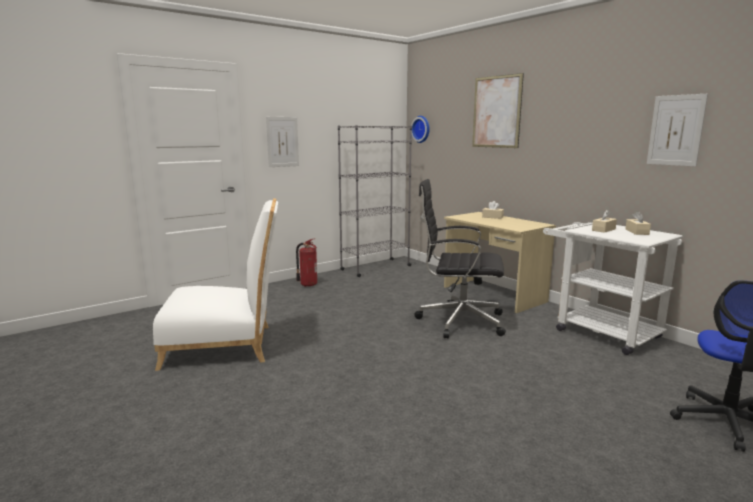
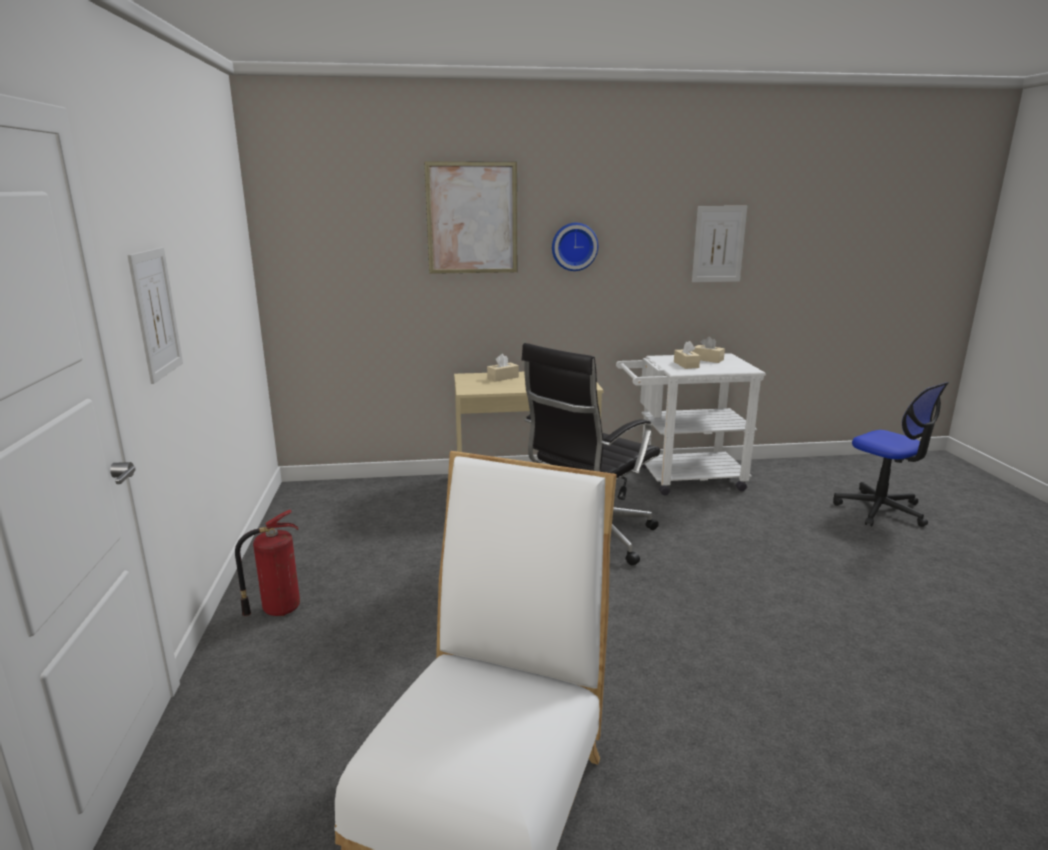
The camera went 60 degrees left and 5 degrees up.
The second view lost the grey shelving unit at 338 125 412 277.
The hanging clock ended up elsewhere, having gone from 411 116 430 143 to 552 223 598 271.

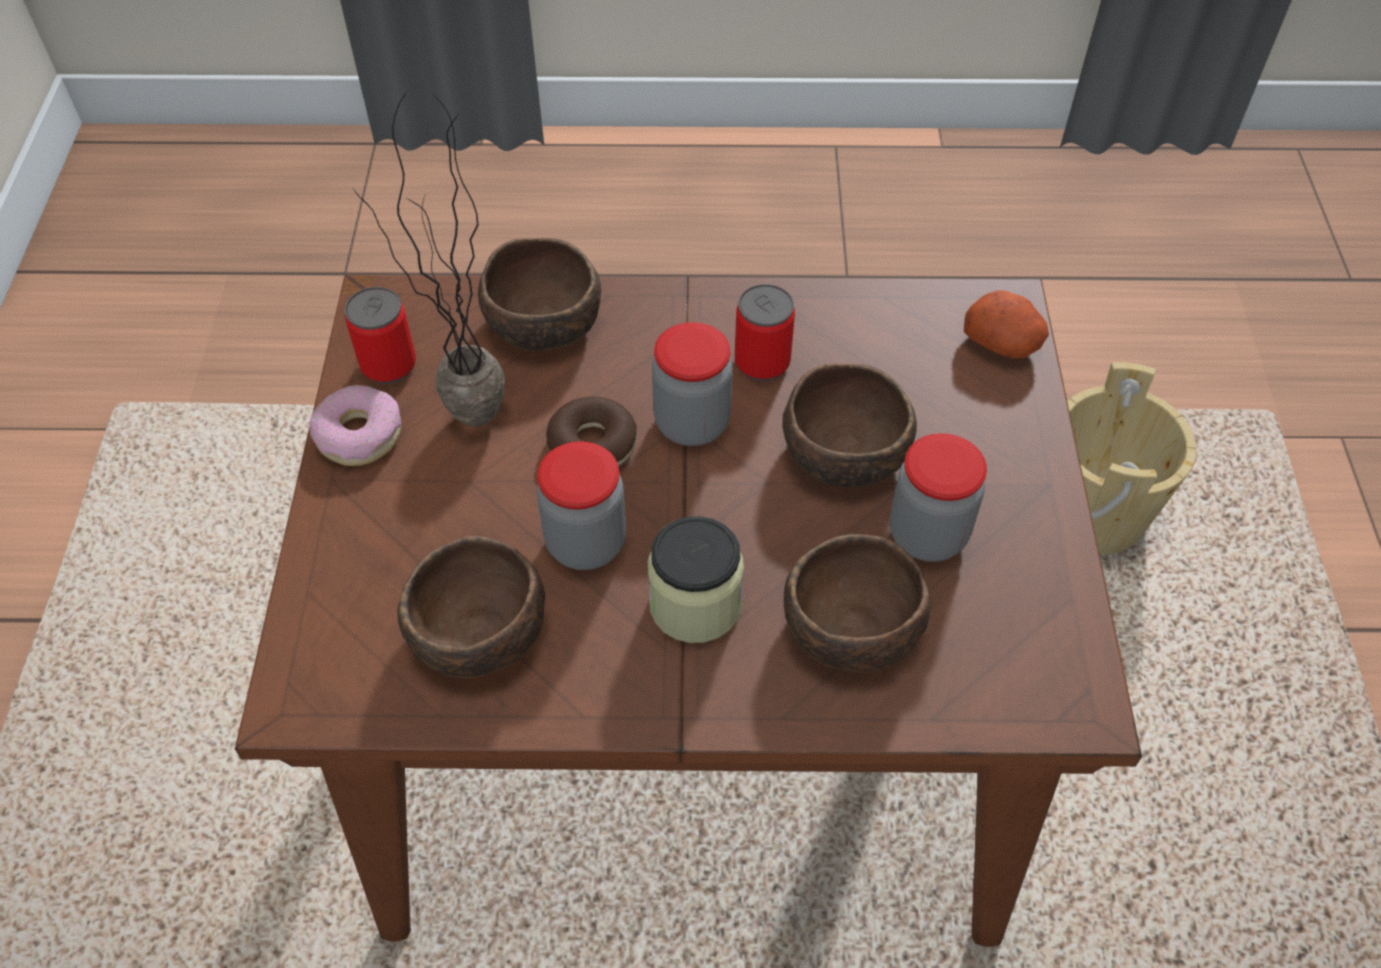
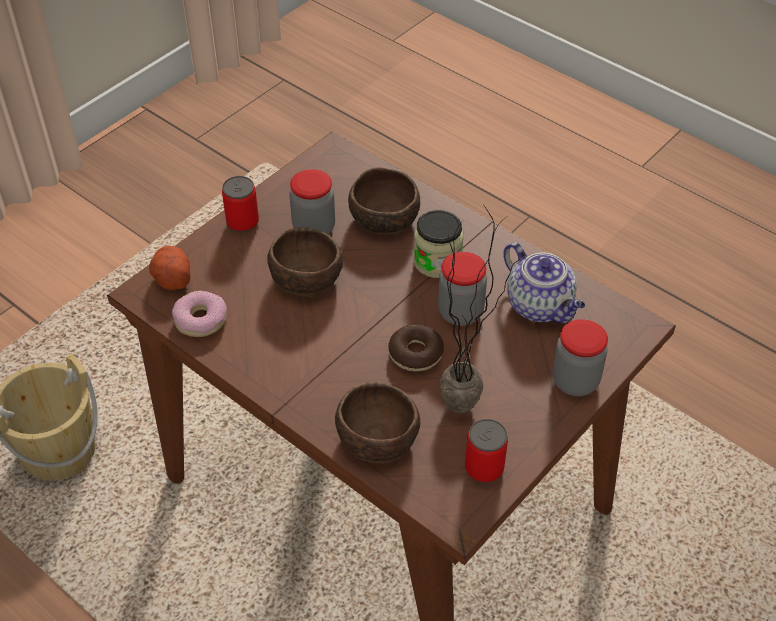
The camera went 140 degrees left and 5 degrees down.
The ring doughnut ended up elsewhere, having gone from 310 385 402 466 to 172 291 227 337.
Where the brown-coloured bowl stood at 397 536 545 678, the teapot came to stand at 503 242 585 323.
The storage jar ended up elsewhere, having gone from 652 322 733 446 to 553 319 608 396.
The sealed can ended up elsewhere, having gone from 735 284 795 381 to 222 176 259 233.

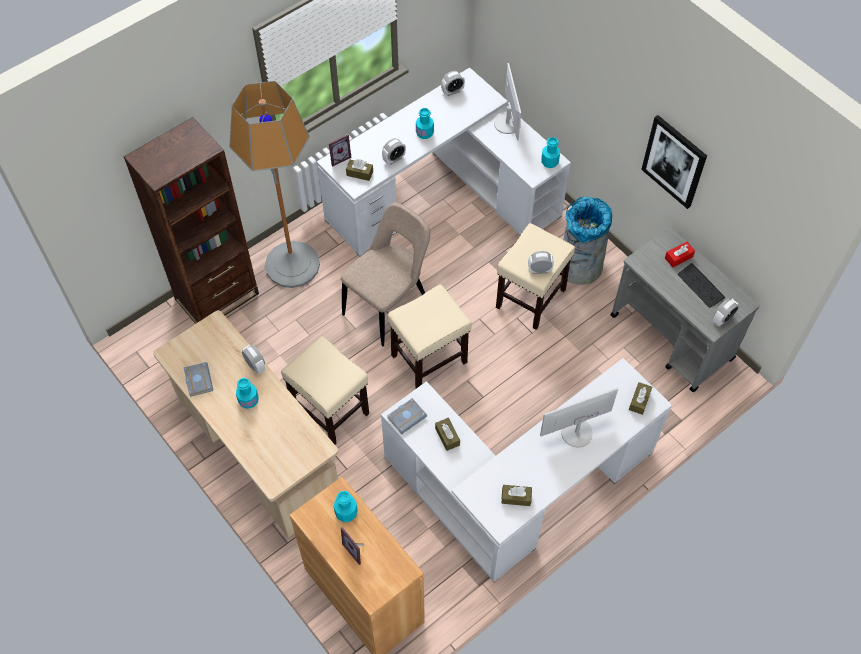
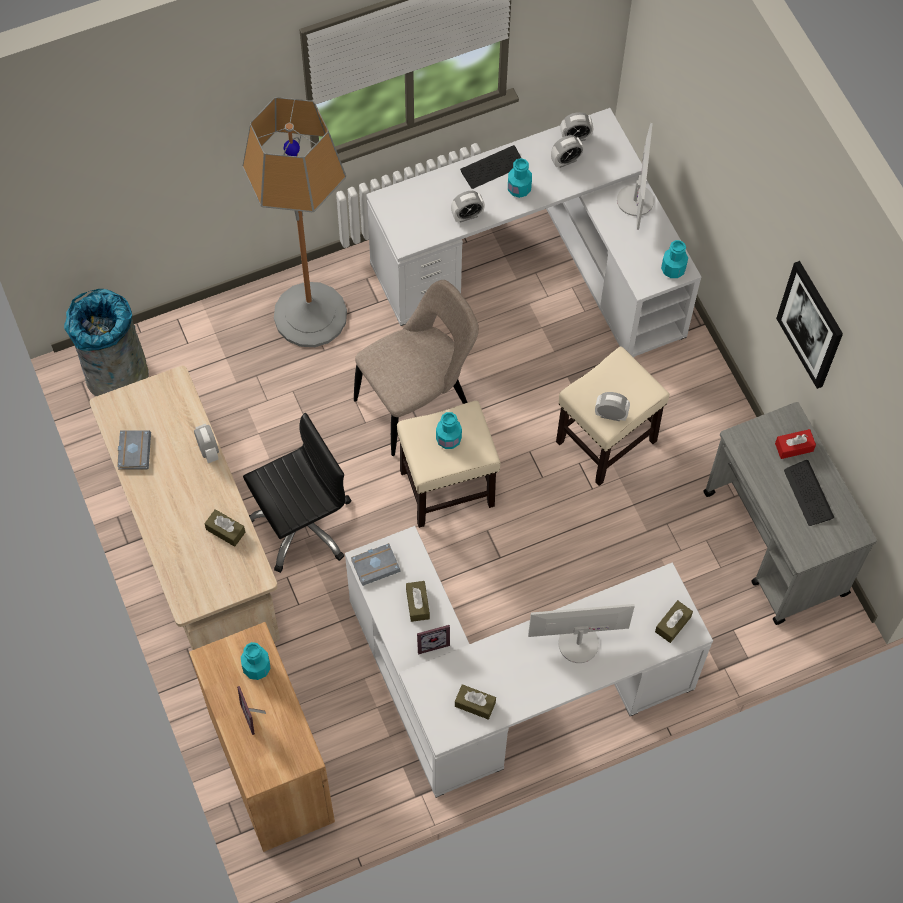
The camera went 15 degrees right and 5 degrees up.
The second view lost the brown-coloured shelving unit at 123 117 259 324.
The turquoise drink bottle ended up elsewhere, having gone from 236 378 259 409 to 436 412 462 449.
Where the sand-coloured sitting stool stood at 281 336 369 445, the black desk chair came to stand at 243 413 352 573.
The picture frame ended up elsewhere, having gone from 329 135 351 167 to 417 625 450 654.
The brown-coloured tissue holder ended up elsewhere, having gone from 346 159 373 181 to 204 509 245 547.
The grey rubbish bin ended up elsewhere, having gone from 563 197 612 285 to 64 289 148 396.
The alarm clock ended up elsewhere, having gone from 713 298 739 326 to 551 135 584 168.
The second view gained the PC keyboard at 460 145 521 189.

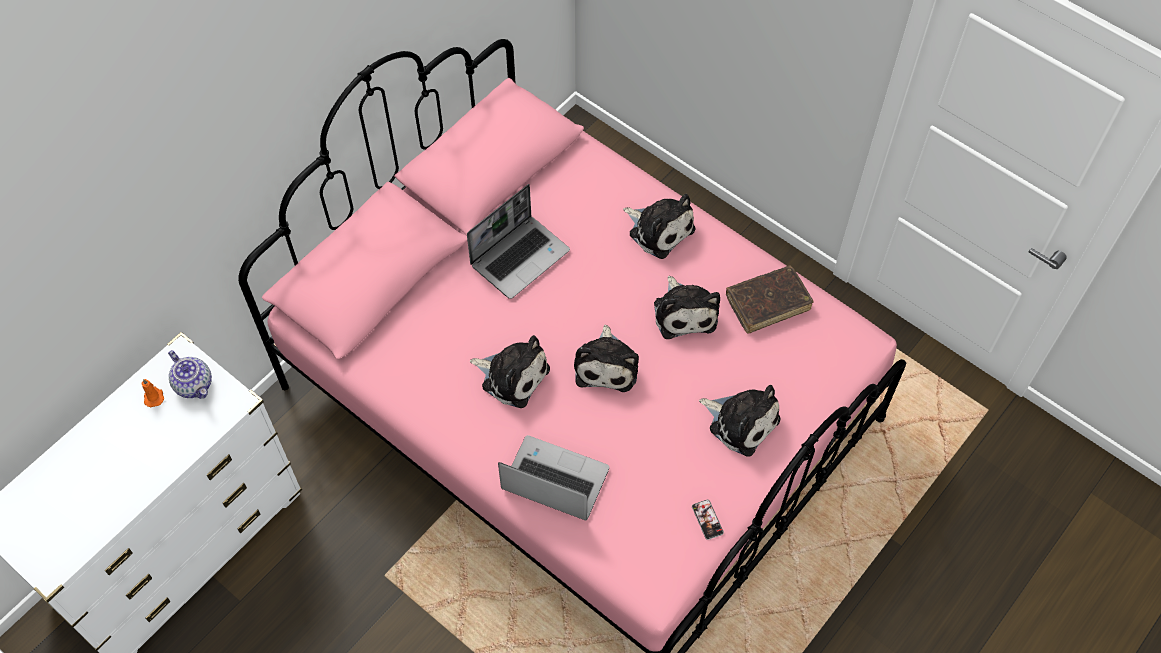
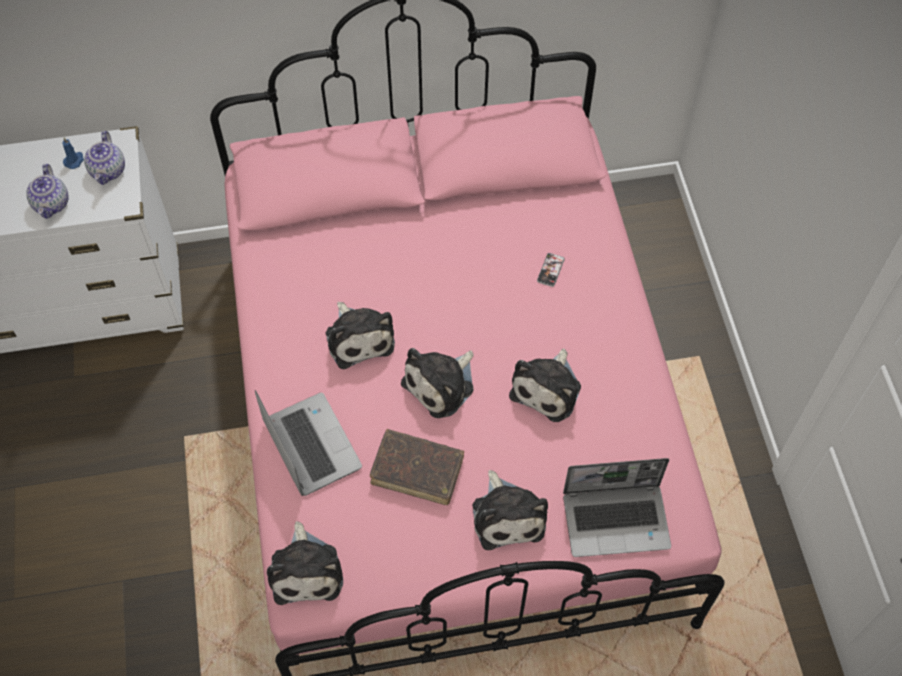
The camera went 40 degrees right and 0 degrees up.
What was the orange-coloured wax candle at 142 379 164 407 turned into the bluish wax candle at 62 138 84 169.
The notebook computer ended up elsewhere, having gone from 467 184 570 299 to 563 458 671 557.
The plush toy ended up elsewhere, having gone from 623 194 695 259 to 267 521 343 605.
The phone ended up elsewhere, having gone from 692 500 724 540 to 537 253 565 287.
The brown-coloured book ended up elsewhere, having gone from 726 265 814 334 to 370 429 464 505.
The second view gained the teapot at 26 164 69 219.

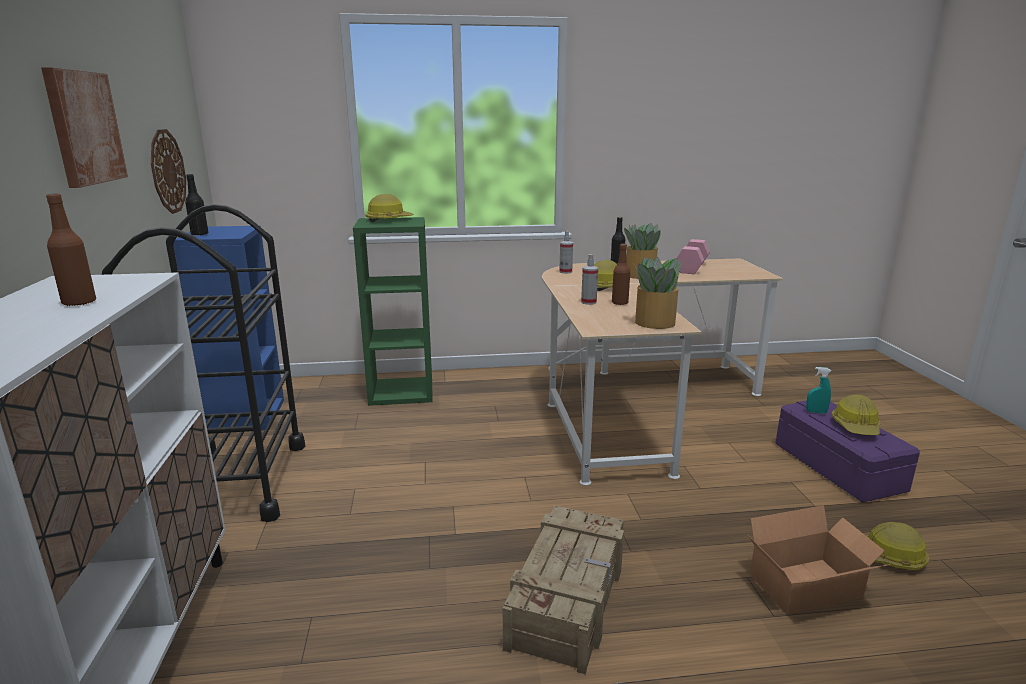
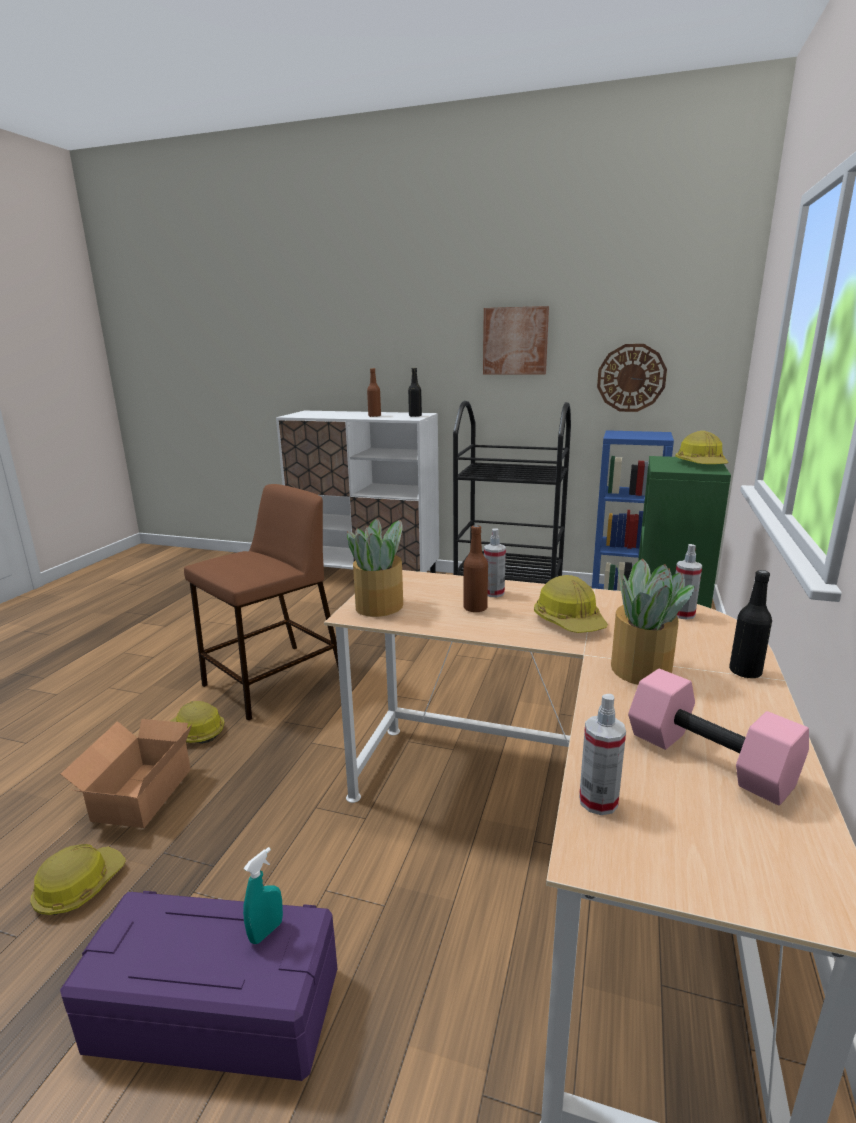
The camera went 115 degrees right and 0 degrees up.
The black drink bottle ended up elsewhere, having gone from 185 174 208 236 to 408 368 422 417.
Where the shipping crate stood at 503 506 624 675, the brown-coloured sitting stool came to stand at 184 484 339 721.
The work helmet ended up elsewhere, having gone from 831 395 881 435 to 170 701 225 744.
The second view gained the spray bottle at 579 694 626 815.

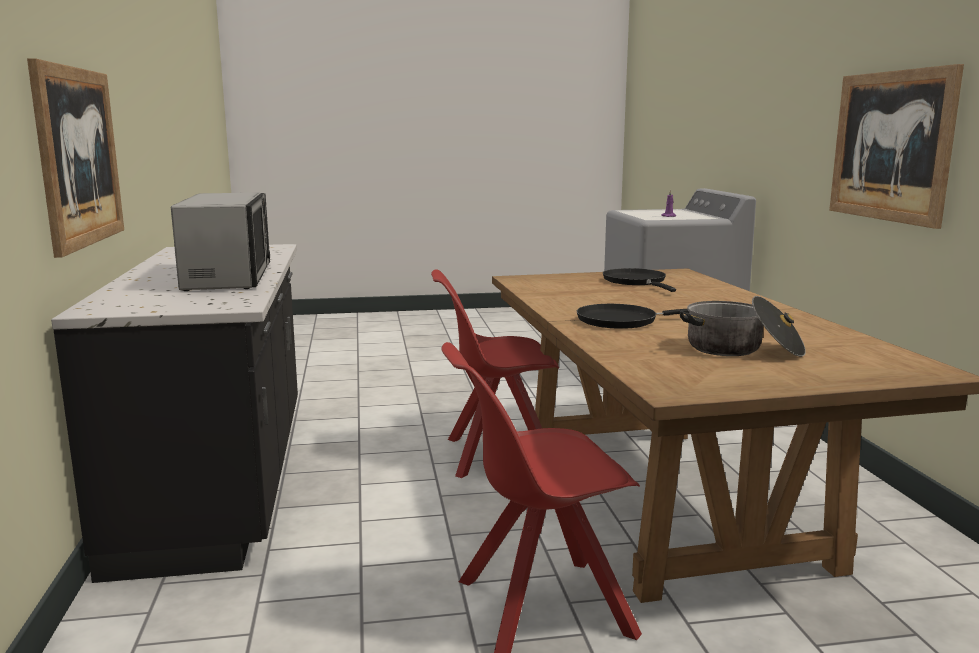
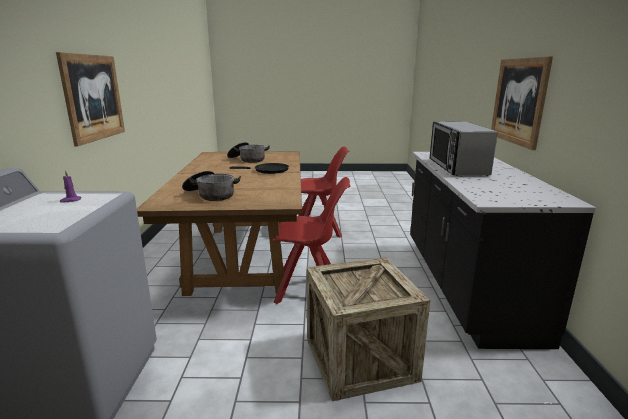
The camera went 170 degrees left and 5 degrees up.
Where the black frying pan stood at 603 268 676 292, the stockpot came to stand at 182 171 241 201.
The second view gained the shipping crate at 307 257 430 401.

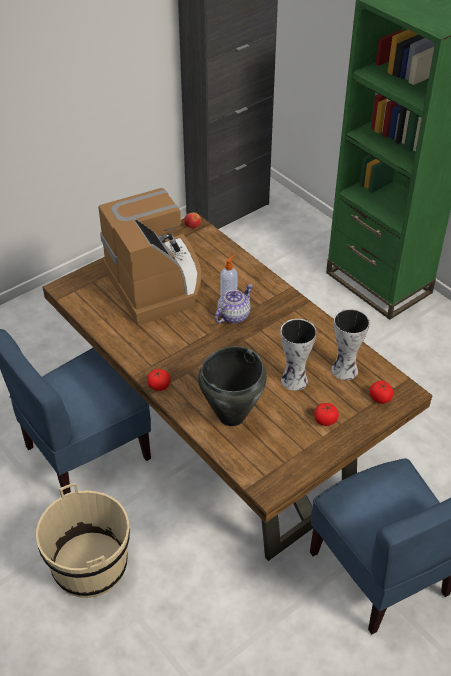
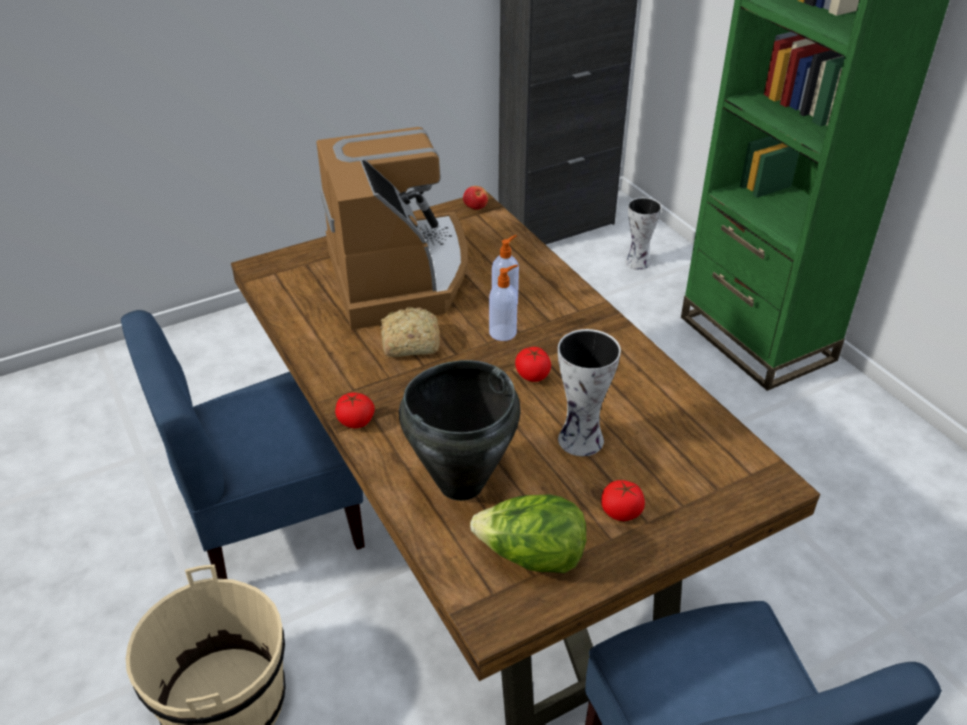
The camera went 10 degrees right and 5 degrees down.
Where the teapot stood at 215 284 253 324, the liquid soap bottle came to stand at 489 265 518 341.
The flower vase ended up elsewhere, having gone from 331 309 370 380 to 625 197 662 270.
The fresh tomato ended up elsewhere, having gone from 369 381 393 404 to 515 347 551 382.
The second view gained the bakery bread at 380 307 440 357.
The second view gained the lettuce head at 470 494 586 573.

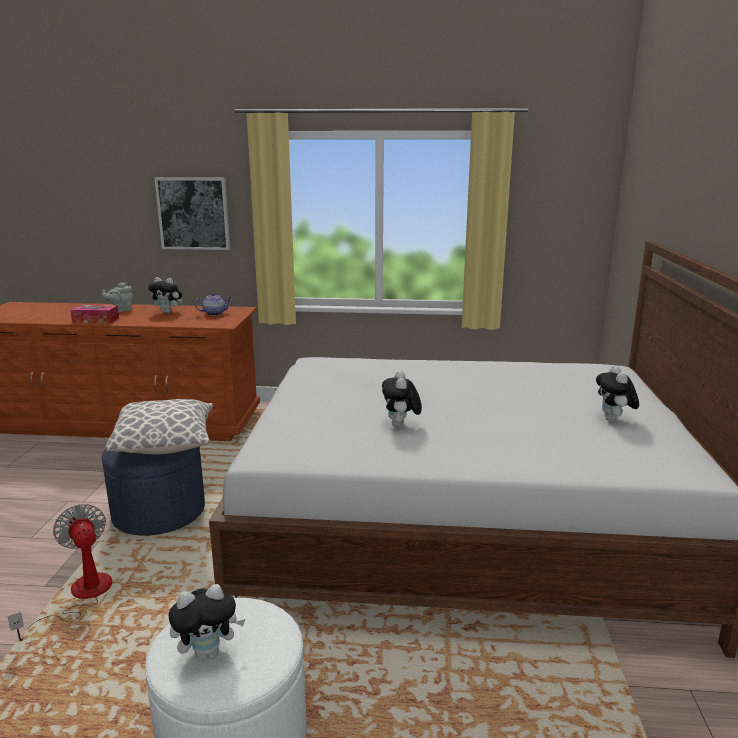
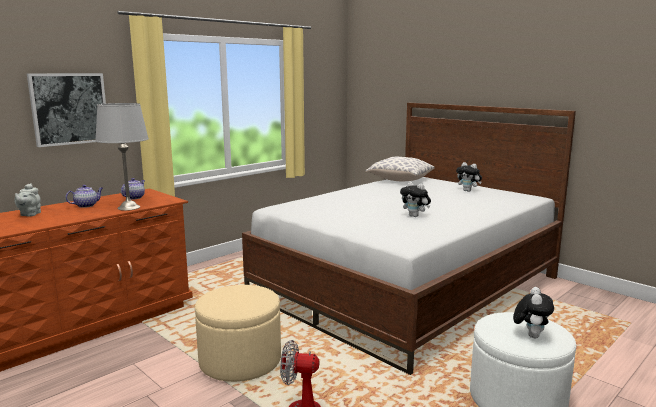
The camera went 50 degrees left and 5 degrees down.
The second view lost the tissue holder at 70 305 119 323.
What was the bluish footrest at 102 447 205 536 turned into the sand-coloured footrest at 195 285 281 382.
The pillow ended up elsewhere, having gone from 106 399 213 455 to 365 157 434 181.
Where the plush toy stood at 148 277 182 313, the teapot came to stand at 66 185 103 208.
The second view gained the grey lamp for a table at 95 103 149 211.

